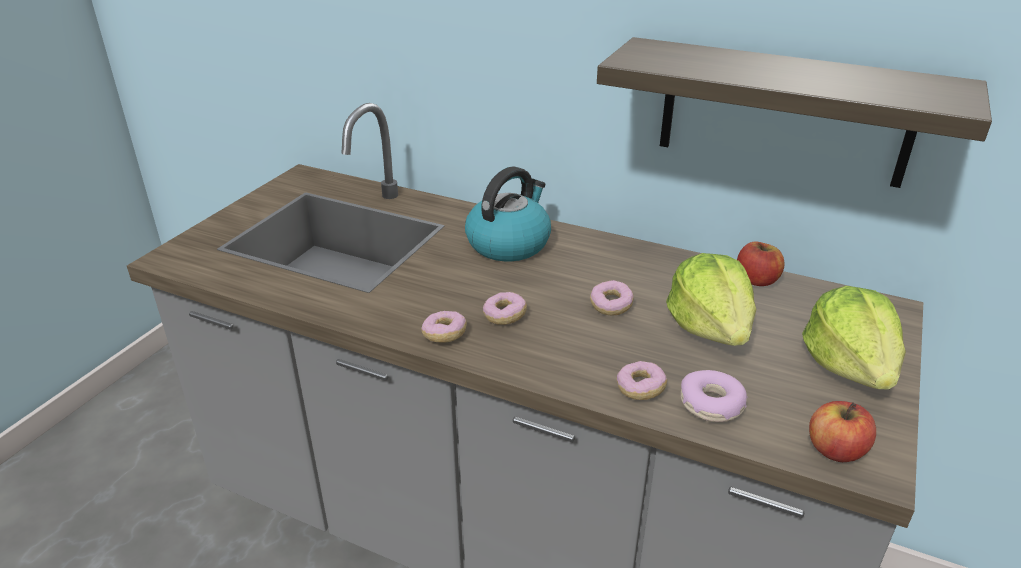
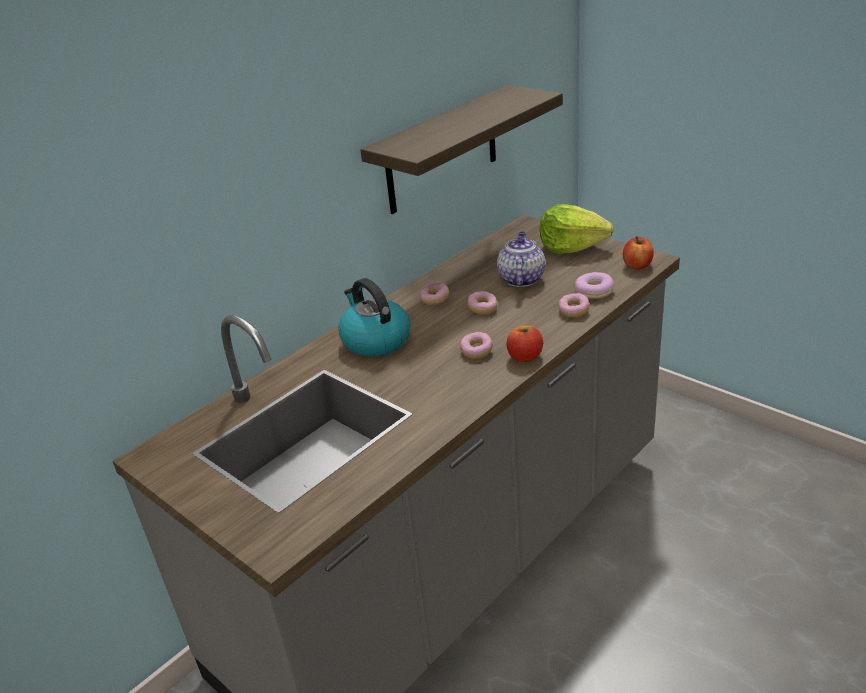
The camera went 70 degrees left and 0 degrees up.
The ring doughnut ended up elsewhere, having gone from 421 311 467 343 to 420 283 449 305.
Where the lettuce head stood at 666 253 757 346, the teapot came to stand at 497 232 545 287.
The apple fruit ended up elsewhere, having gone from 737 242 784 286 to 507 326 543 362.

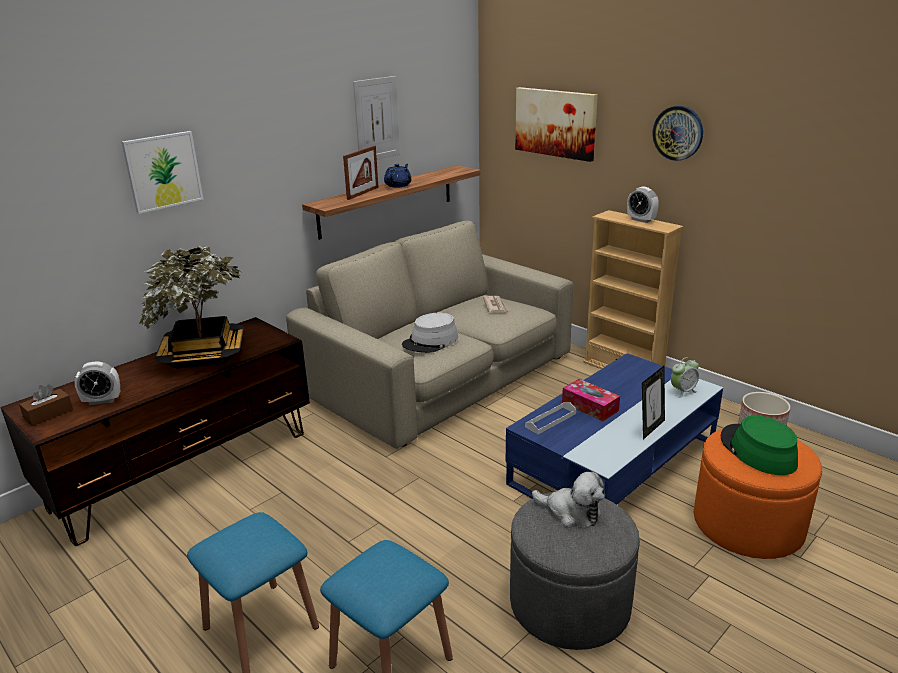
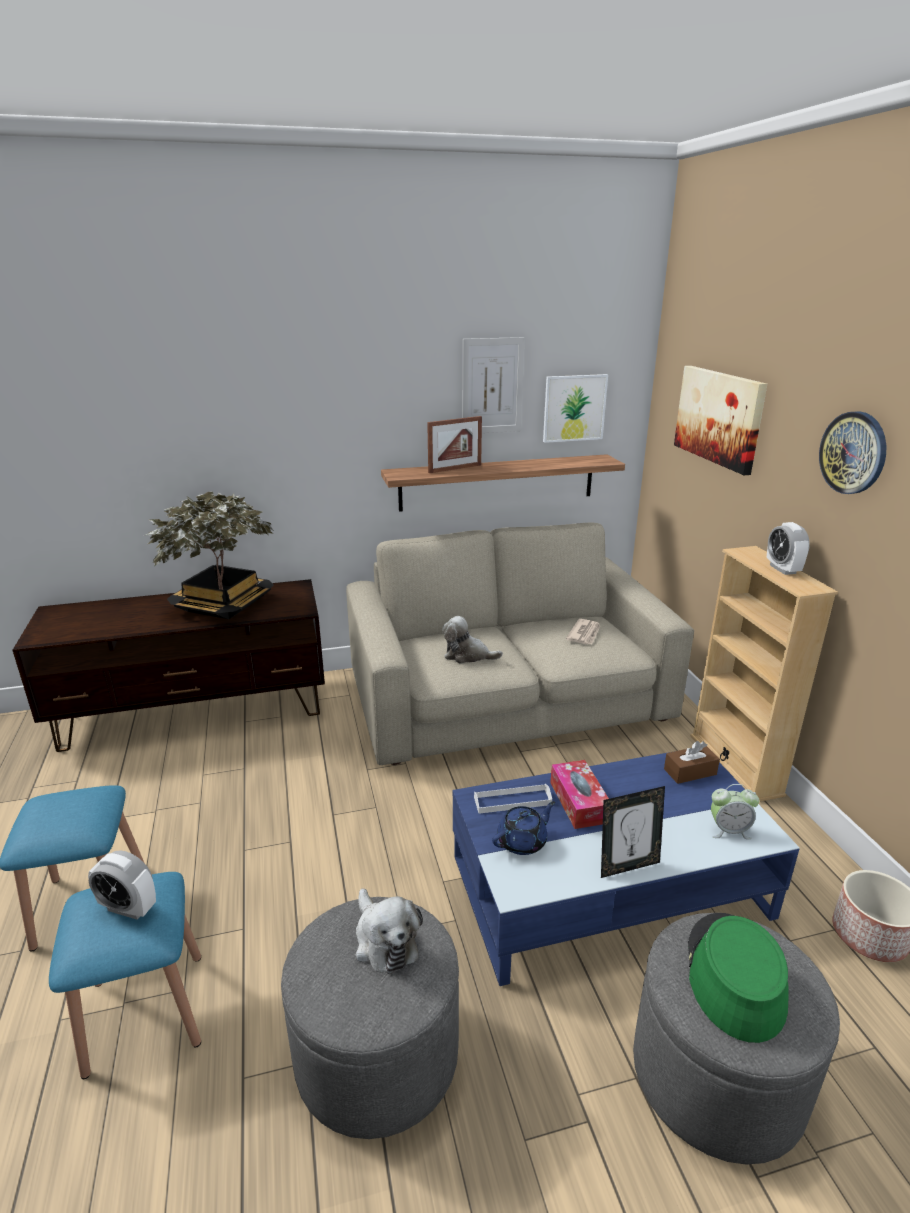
The camera went 30 degrees right and 0 degrees up.
The brown-coloured tissue holder ended up elsewhere, having gone from 19 384 73 426 to 664 741 720 784.
The alarm clock ended up elsewhere, having gone from 74 361 120 405 to 88 850 156 920.
The picture ended up elsewhere, having gone from 122 131 203 214 to 543 374 608 443.
The bluish teapot ended up elsewhere, having gone from 384 164 412 188 to 492 801 555 855.
Where the grey hat stood at 402 313 458 353, the plush toy came to stand at 442 616 503 664.
What was the orange-coloured footrest at 694 429 822 559 turned into the grey footrest at 633 913 840 1165.

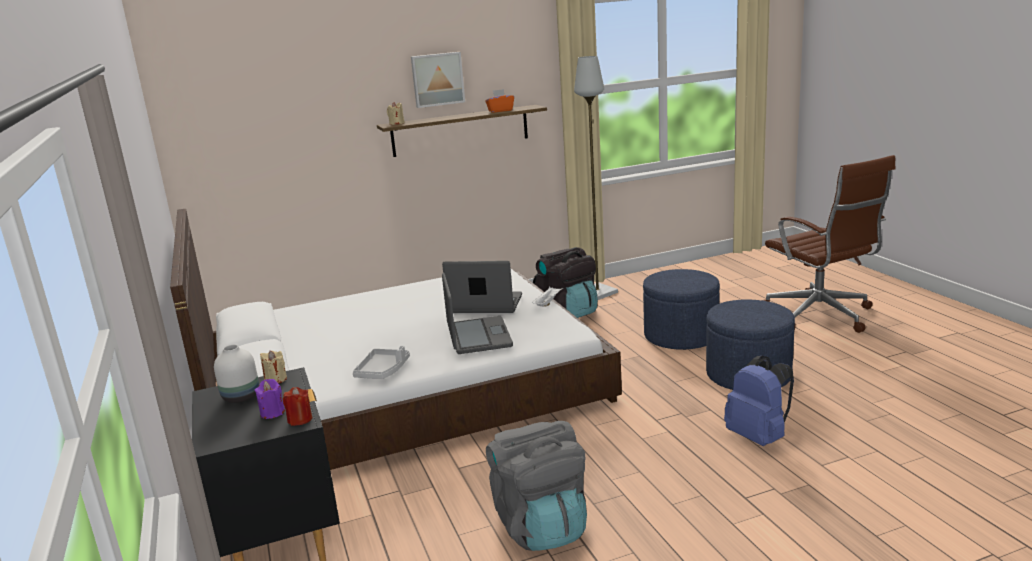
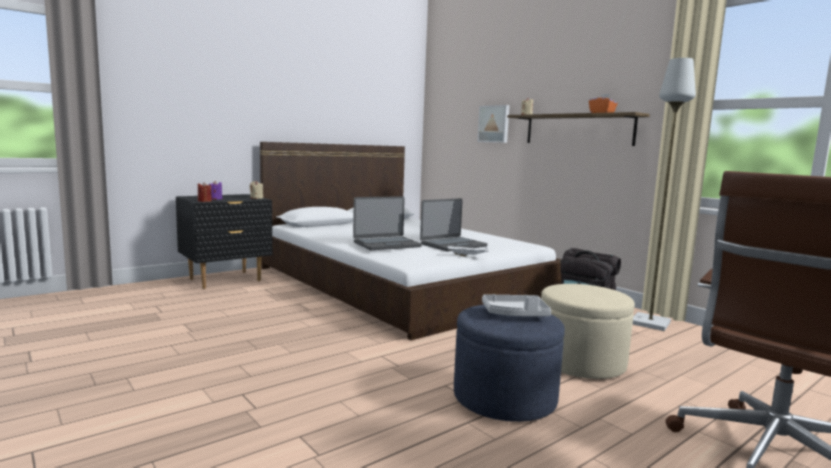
The camera went 70 degrees right and 10 degrees down.
The second view lost the white flower vase at 214 345 259 403.
The grey carrying tray ended up elsewhere, having gone from 352 346 410 379 to 482 294 551 316.
The picture ended up elsewhere, having gone from 411 52 465 108 to 477 105 510 143.
The notebook computer at 442 261 522 313 ended up facing another way, 60 degrees clockwise from before.
The second view lost the grey knapsack at 486 421 587 551.
What was the bluish footrest at 643 269 720 350 turned into the sand-coloured footrest at 541 284 635 379.
The second view lost the bluish knapsack at 724 356 794 446.

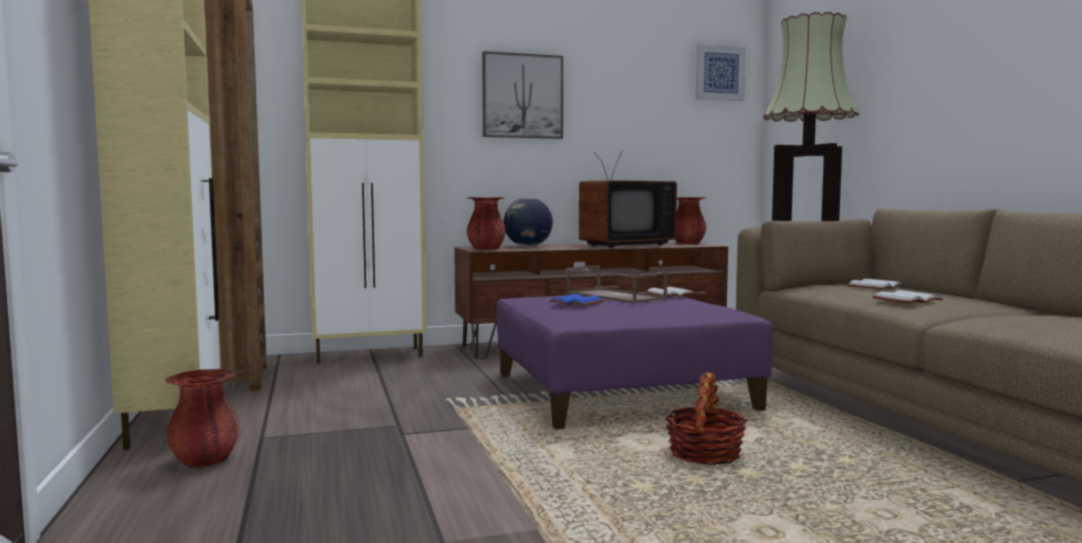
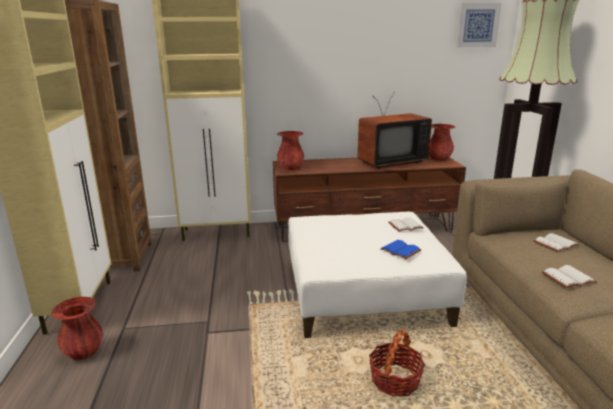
The camera went 10 degrees right and 15 degrees up.
The second view lost the picture at 482 51 563 139.
What was the purple-coloured footrest at 497 292 773 429 turned into the white footrest at 288 212 467 338.
The second view lost the world globe at 504 197 553 247.
The bluish book ended up elsewhere, having gone from 549 294 604 306 to 380 240 421 259.
The second view lost the brown-coloured carrying tray at 566 265 668 303.

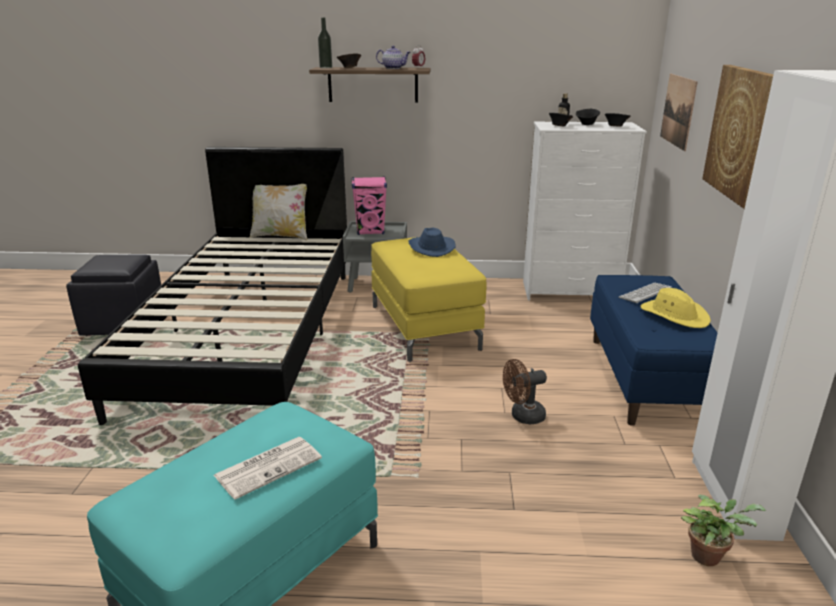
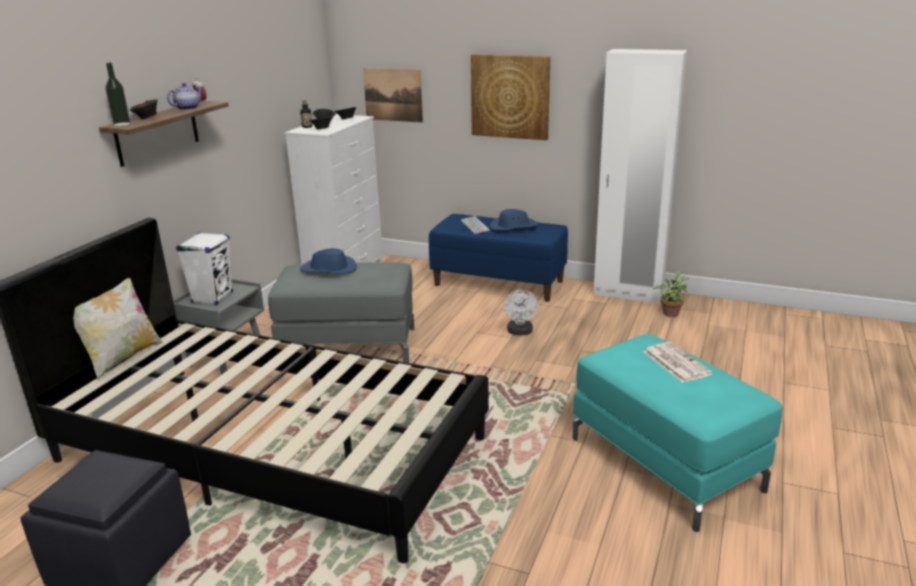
The camera went 70 degrees left and 0 degrees up.
What was the pinkish audio speaker at 352 176 387 235 turned into the white audio speaker at 176 232 233 305.
What was the yellow-coloured footrest at 371 237 486 362 turned into the grey footrest at 268 262 414 363.
What was the brown-coloured fan at 503 359 547 425 turned into the white fan at 504 290 538 335.
What was the yellow-coloured hat at 641 288 711 328 turned into the bluish hat at 490 209 538 231.

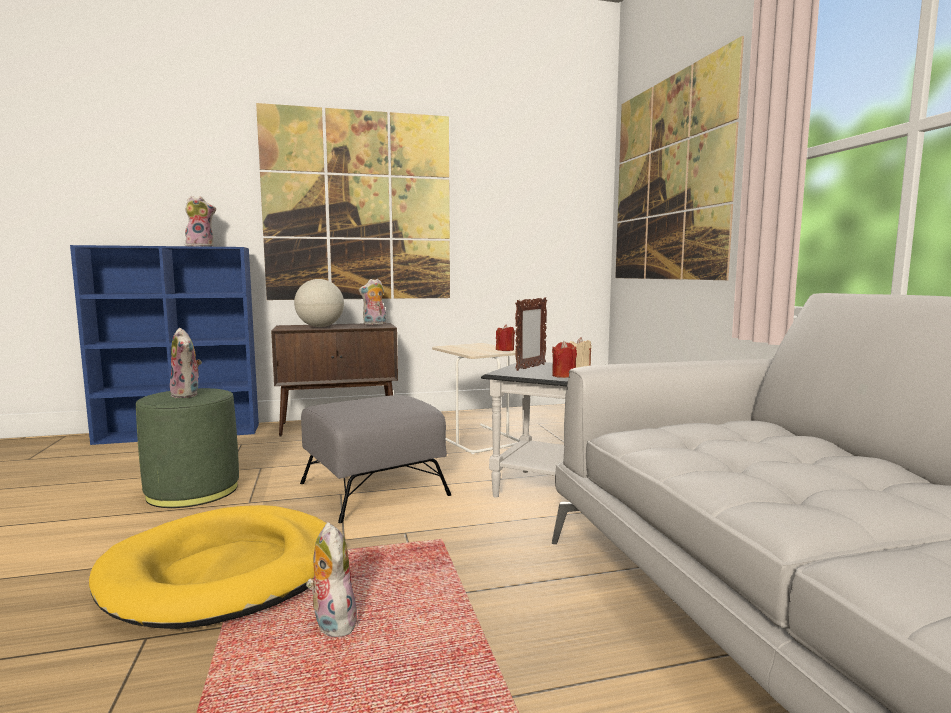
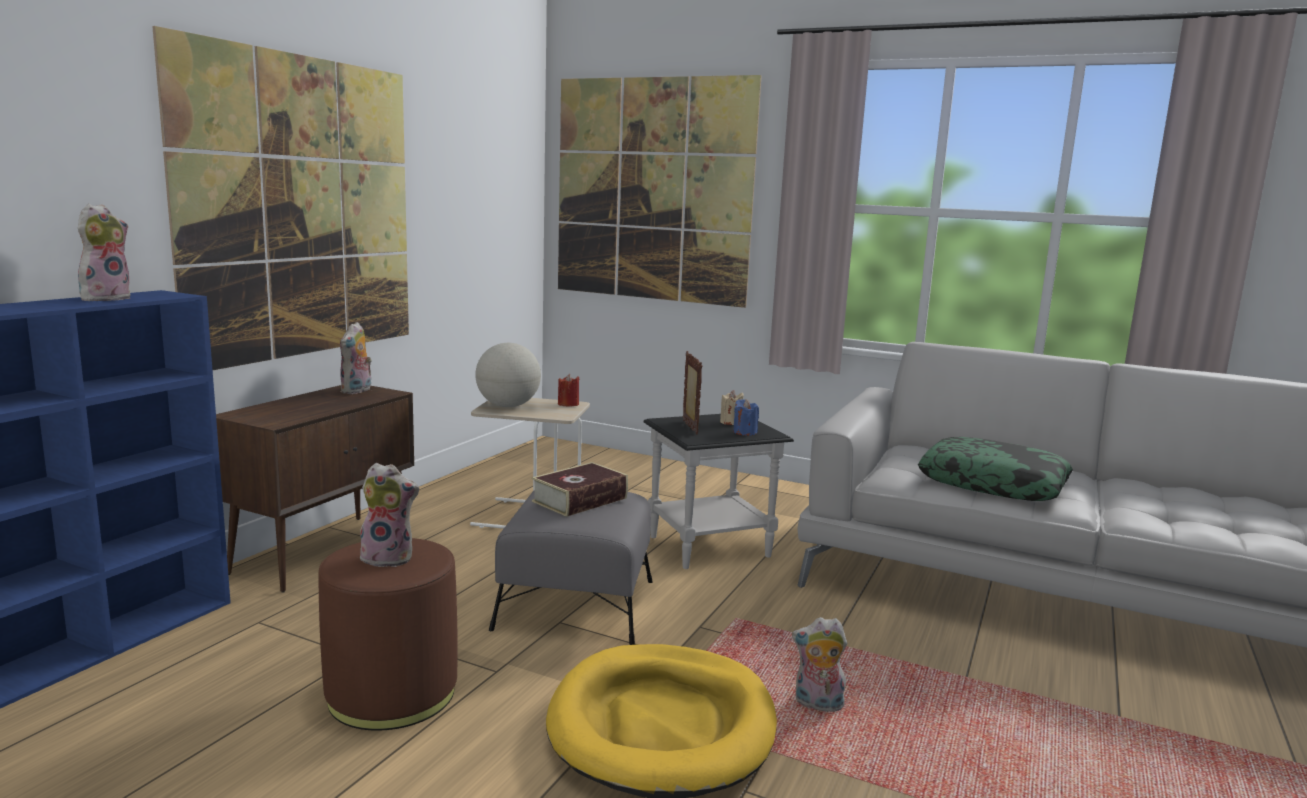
The camera went 50 degrees left and 5 degrees up.
What was the greenish footrest at 136 388 239 508 turned into the brown-coloured footrest at 318 538 458 731.
The world globe ended up elsewhere, having gone from 294 279 344 327 to 475 343 541 407.
What was the reddish wax candle at 552 341 577 378 turned into the bluish wax candle at 733 399 759 436.
The second view gained the book at 532 462 628 517.
The second view gained the pillow at 918 437 1073 501.

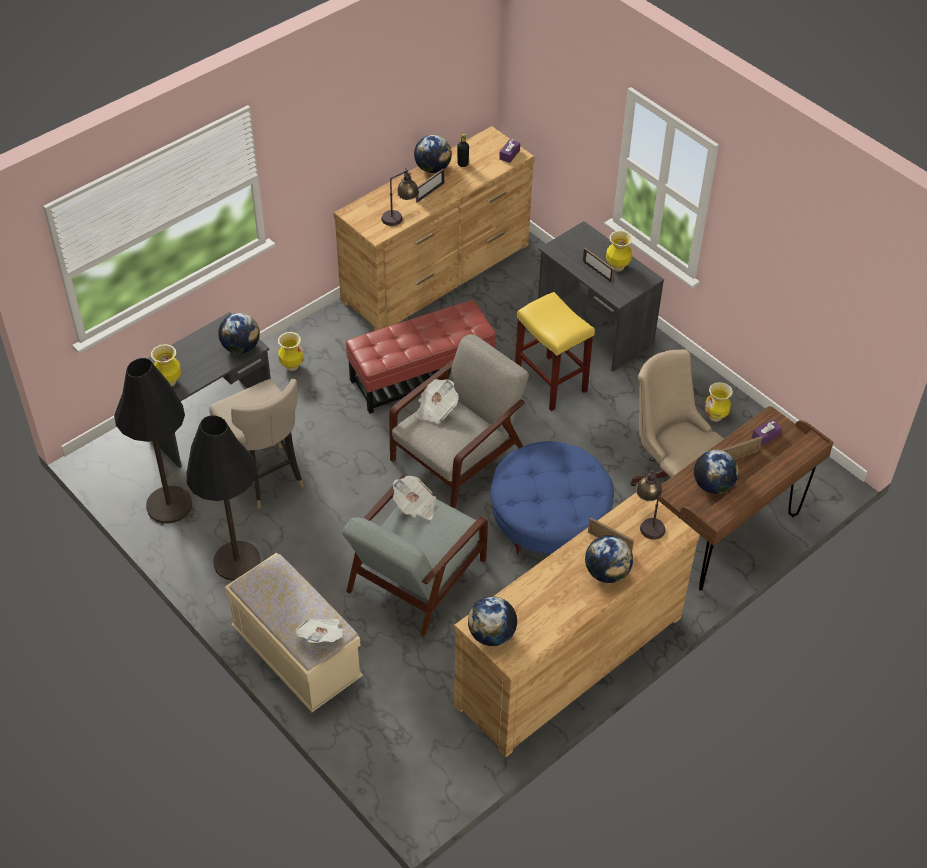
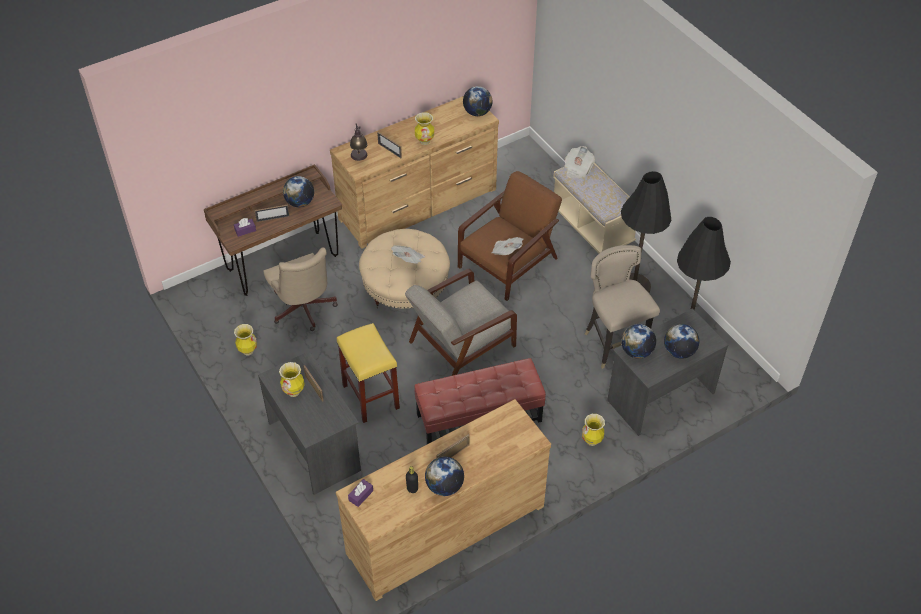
The camera went 170 degrees left and 0 degrees up.
The flower vase ended up elsewhere, having gone from 151 344 181 387 to 415 112 434 145.
What was the grey lounge chair at 342 475 488 636 turned into the brown-coloured lounge chair at 458 171 562 301.
The second view lost the lamp for a table at 381 168 419 226.
The daily paper ended up elsewhere, having gone from 415 379 459 423 to 391 245 425 264.
What was the bluish footrest at 490 441 614 557 turned into the sand-coloured footrest at 359 229 450 309.
The world globe ended up elsewhere, having gone from 585 535 633 583 to 664 324 699 359.

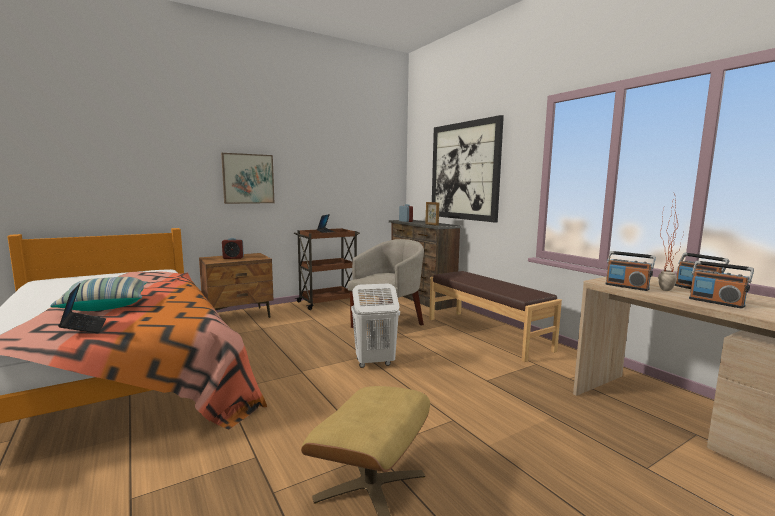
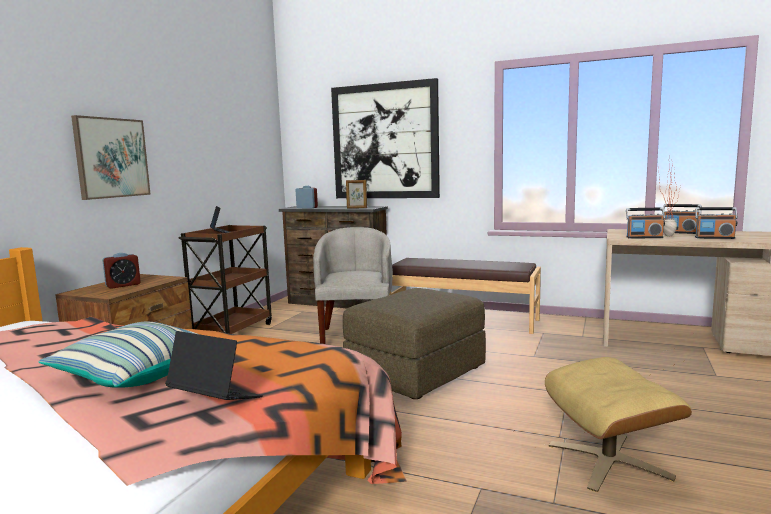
The camera went 35 degrees left and 0 degrees up.
Where the white laundry basket stood at 351 284 400 368, the brown-coloured footrest came to stand at 343 288 486 399.

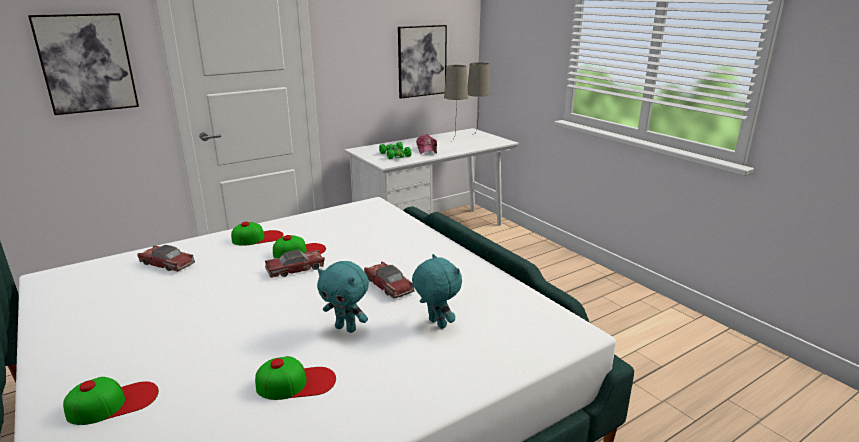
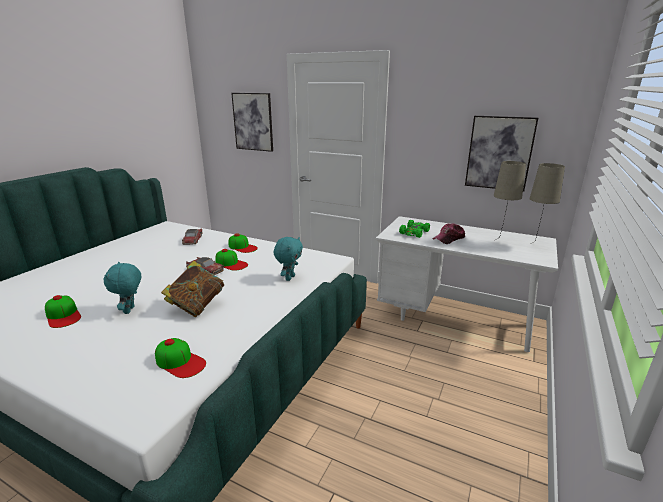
The camera went 60 degrees right and 0 degrees up.
The cap ended up elsewhere, having gone from 63 377 159 425 to 155 338 206 378.
Where the toy car stood at 364 261 414 299, the book came to stand at 161 261 224 317.
The turquoise plush toy ended up elsewhere, having gone from 412 254 462 329 to 274 237 303 281.

